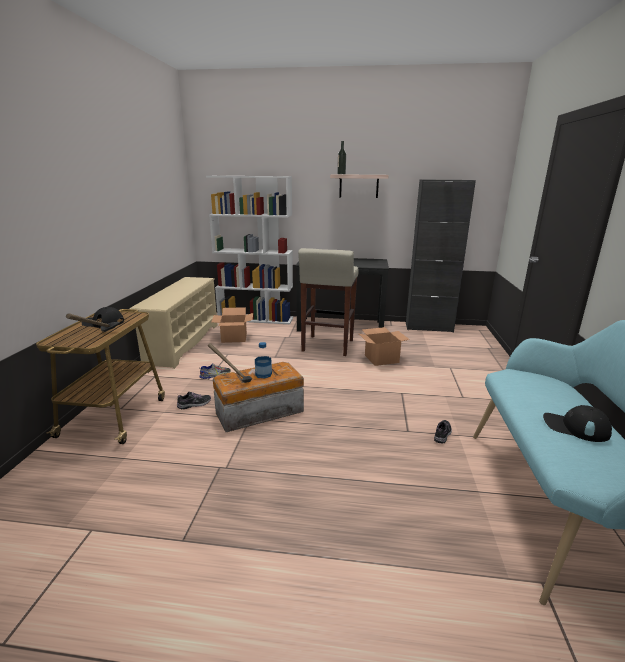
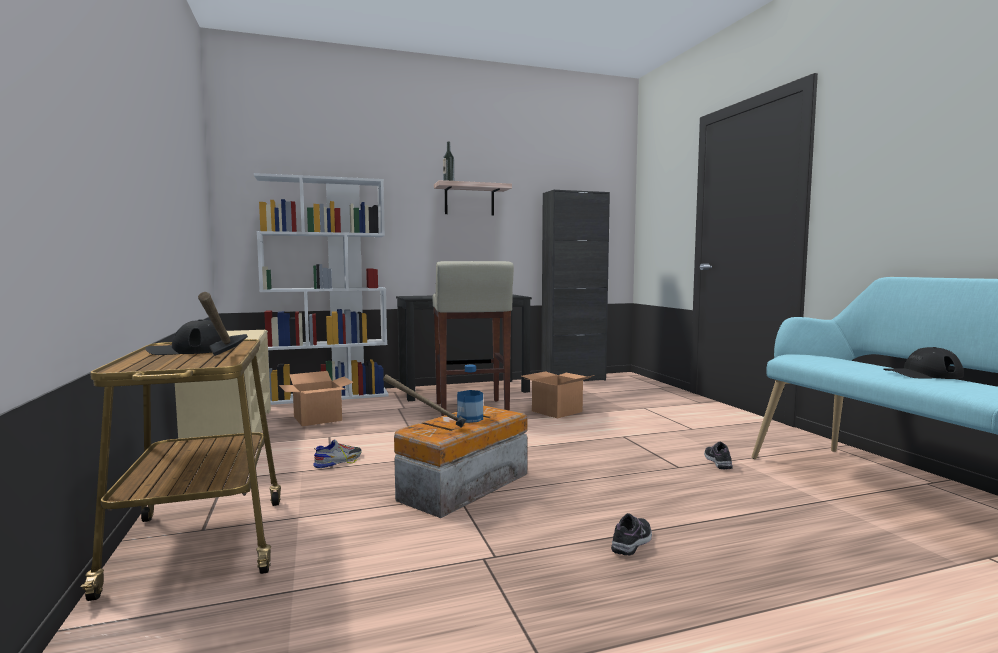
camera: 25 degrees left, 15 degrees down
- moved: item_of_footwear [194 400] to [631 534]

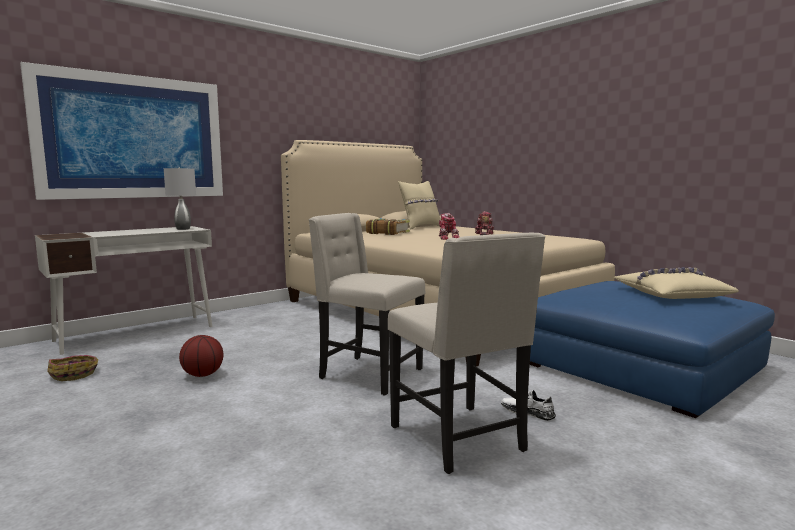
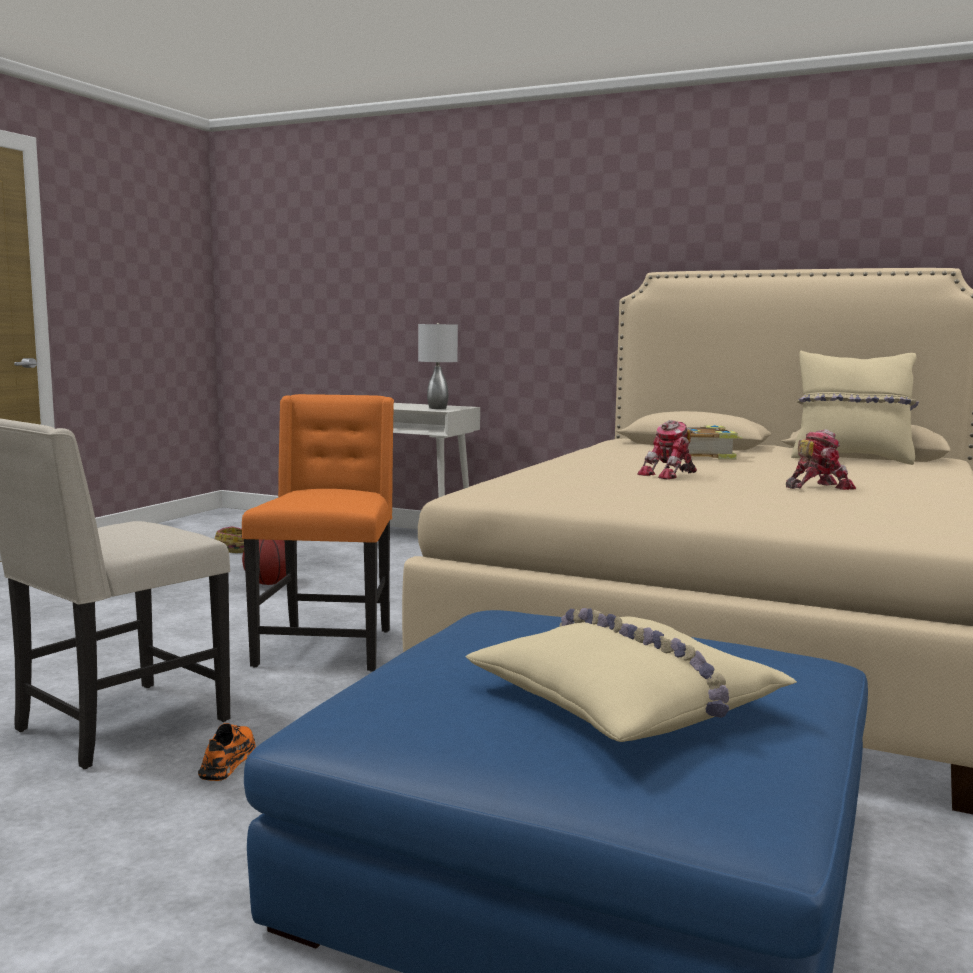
camera: 65 degrees right, 0 degrees up
- removed: wall_picture [121 131]
- recoloured: beige_plain_chair [367 304] to orange-coloured_plain_chair [318 533]
- recoloured: white_item_of_footwear [528 405] to orange-coloured_item_of_footwear [227 751]

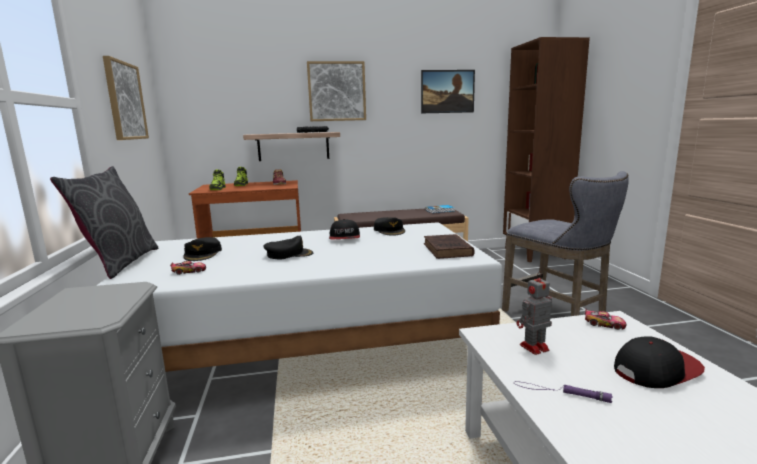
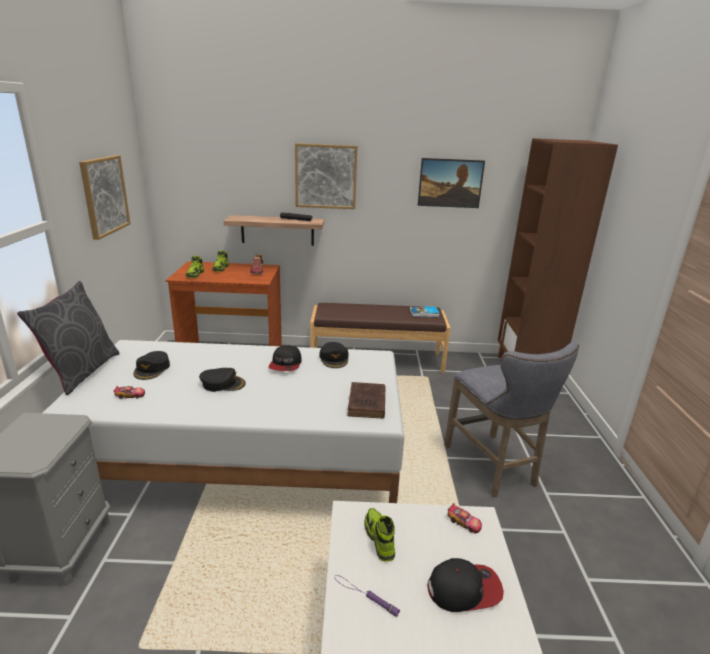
camera: 10 degrees right, 10 degrees up
- replaced: toy_robot [534 313] to item_of_footwear [379 534]

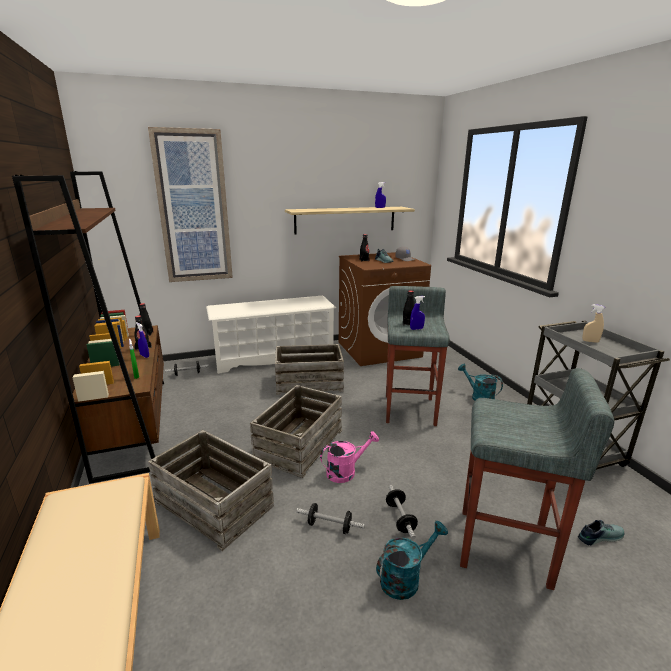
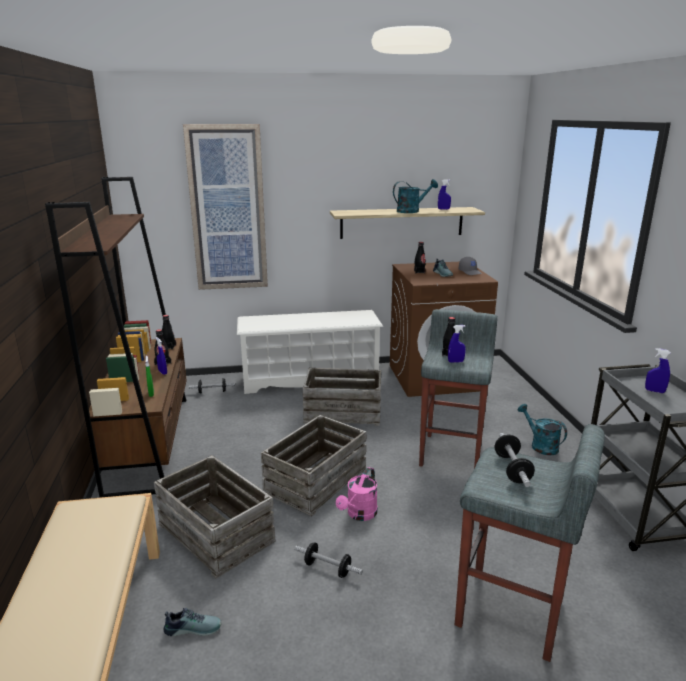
camera: 10 degrees right, 0 degrees up
- turned: pinkish_watering_can [349 457] = [357 494] 135 degrees clockwise
- moved: turquoise_watering_can [412 560] to [415 196]
- moved: hand_weight [402 512] to [514 460]
- moved: item_of_footwear [601 533] to [192 622]
- recoloured: beige_spray_bottle [593 323] to bluish_spray_bottle [658 370]

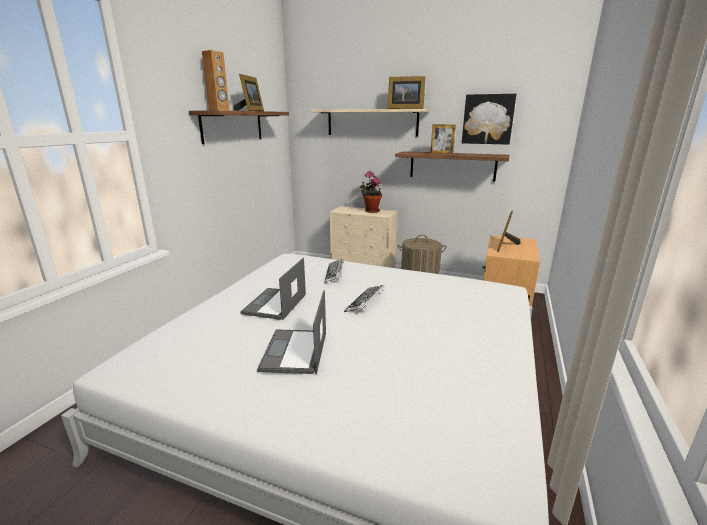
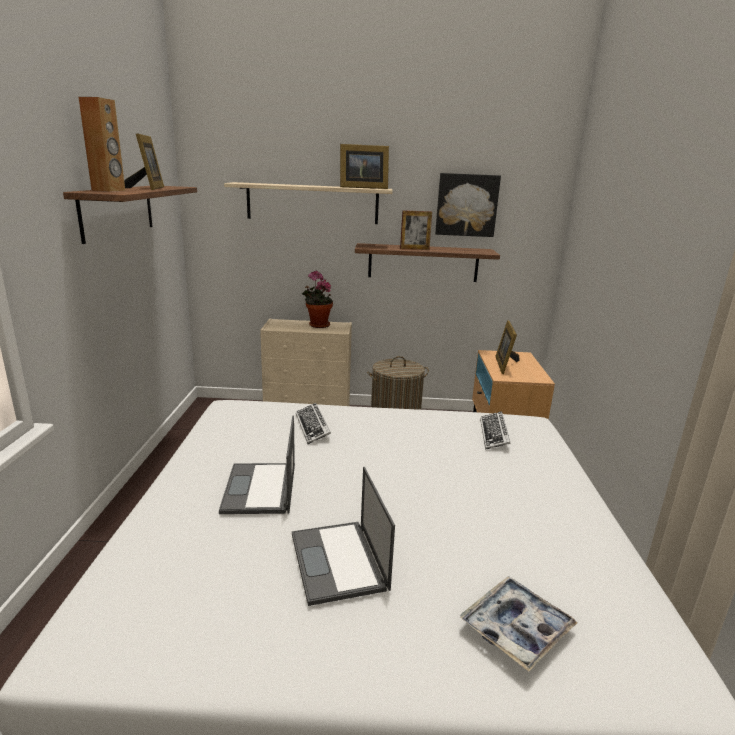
camera: 20 degrees left, 0 degrees up
- moved: keyboard [364 298] to [495 431]
- added: serving_tray [519 623]

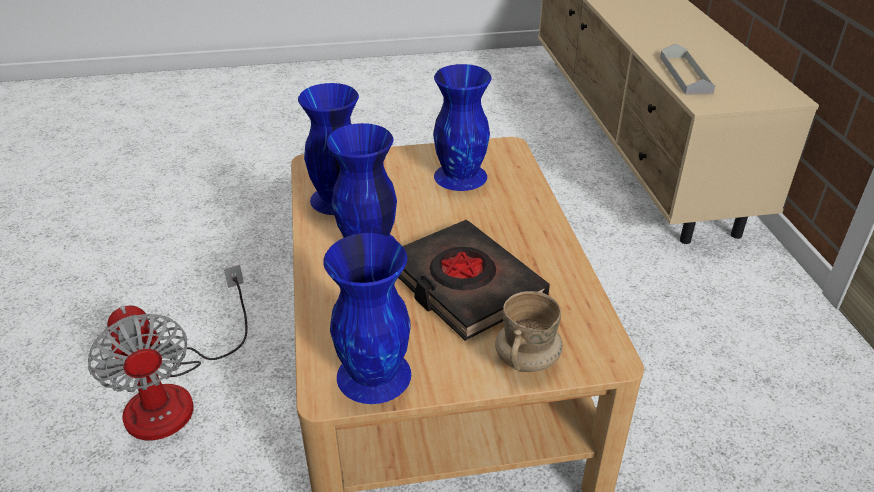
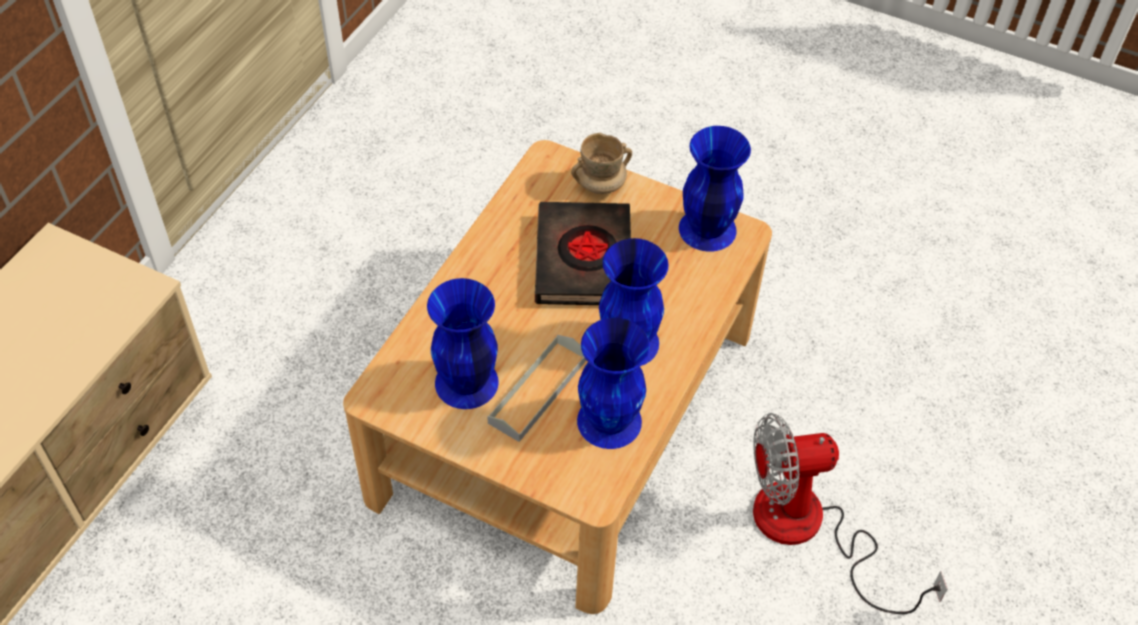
camera: 145 degrees left, 15 degrees up
- turned: fan [167 352] = [850 513] 105 degrees counterclockwise
- moved: grey_serving_tray [688 69] to [537 388]

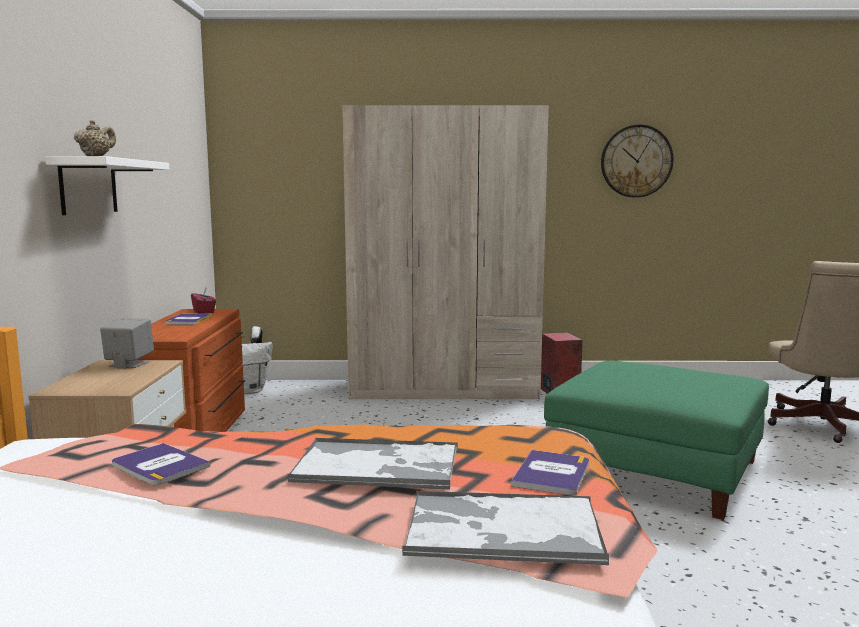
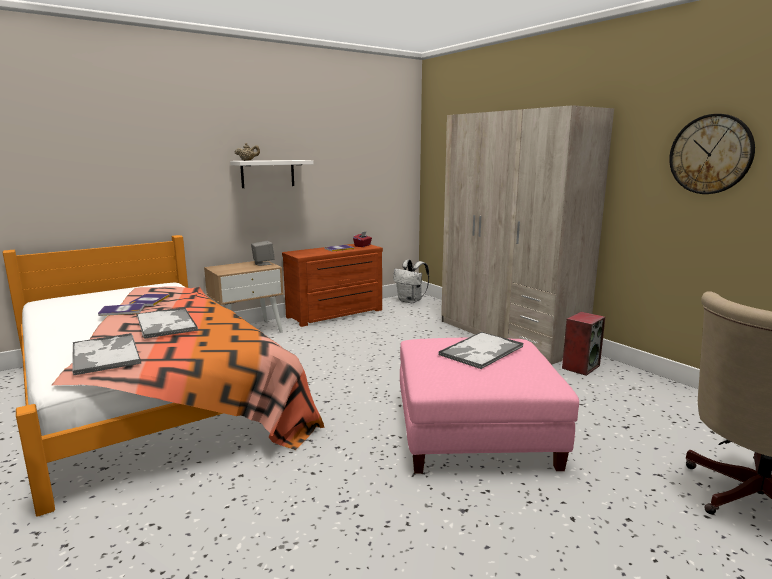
camera: 55 degrees right, 5 degrees up
- moved: book [550 472] to [121 309]
- recoloured: greenish_pouffe [656 440] to pinkish_pouffe [489 406]
- added: serving_tray [481 350]

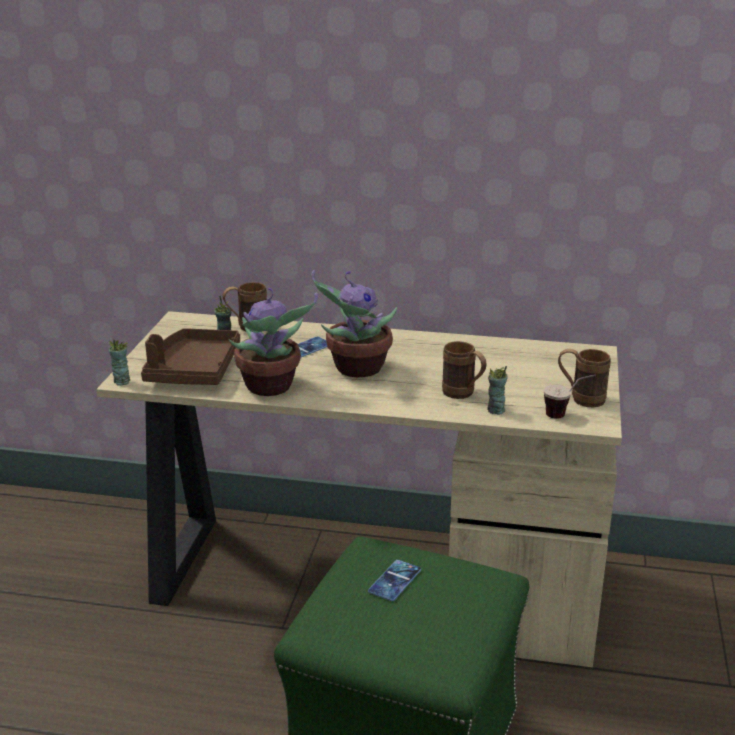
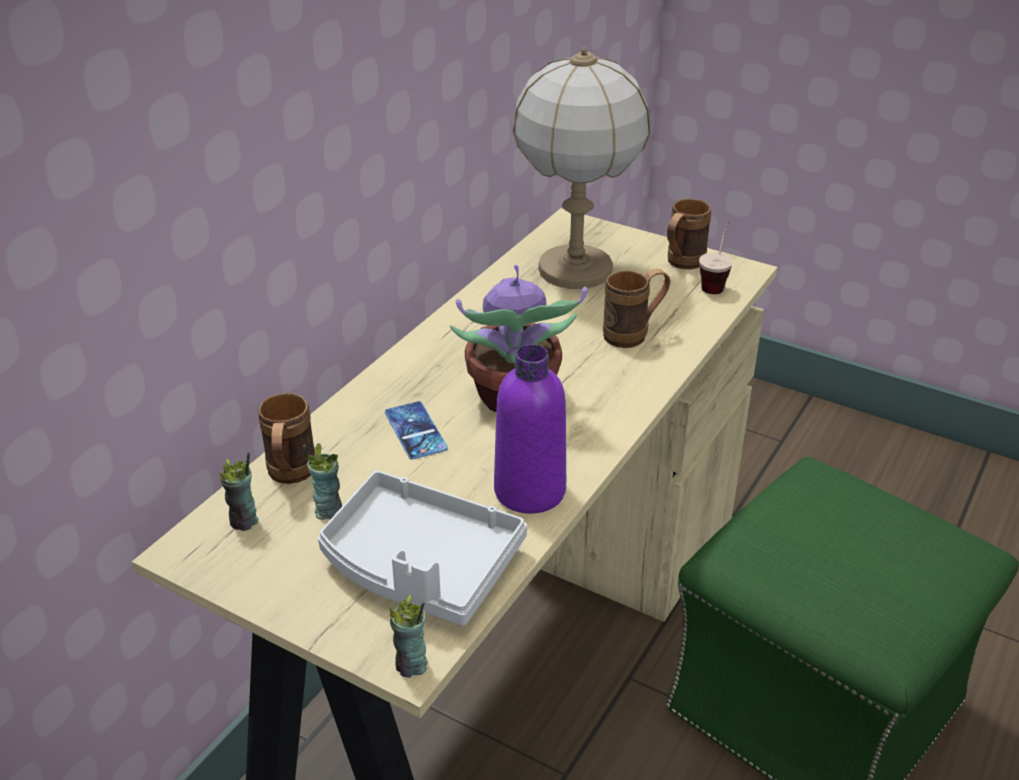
camera: 70 degrees left, 10 degrees up
- recoloured: brown_serving_tray [190 356] to grey_serving_tray [422 548]
- replaced: potted_plant [273 342] to purplish_drink_bottle [530 429]
- removed: handset [394 580]
- moved: small_cup [497 390] to [238 491]
- added: table_lamp [581 168]

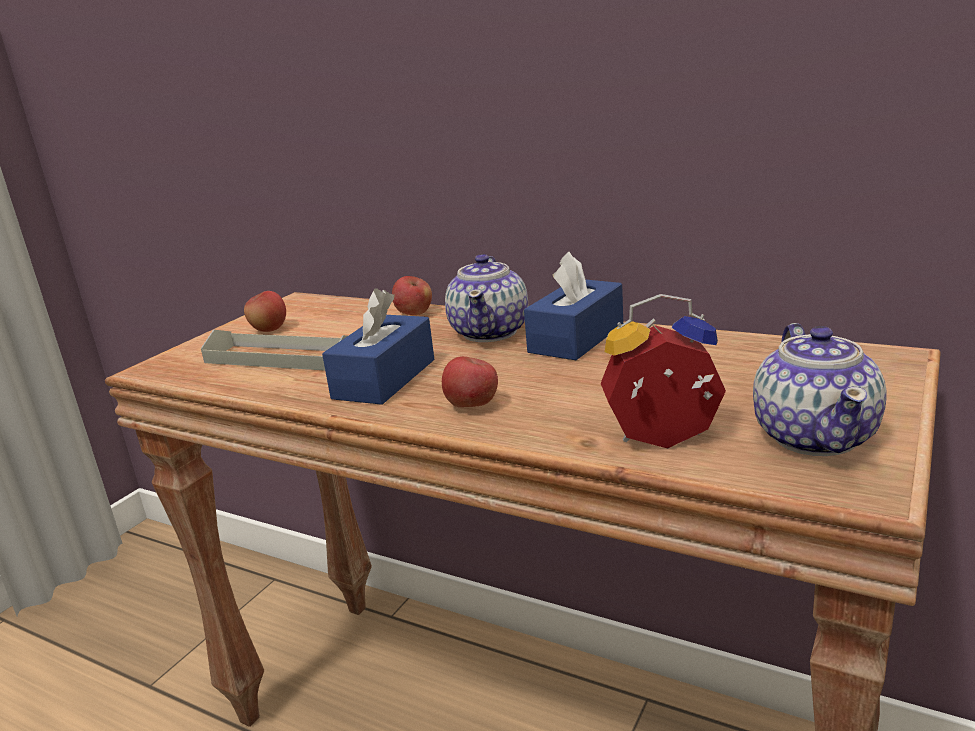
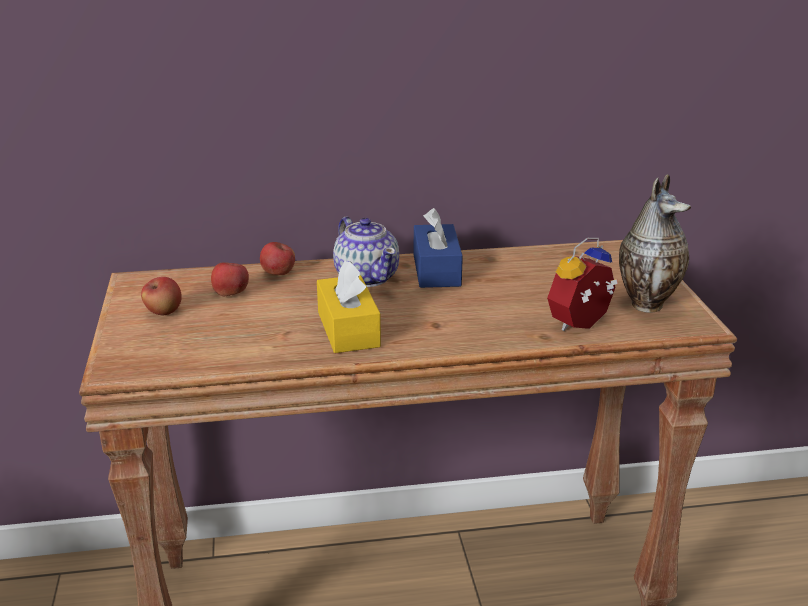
camera: 40 degrees left, 5 degrees up
- removed: grey_serving_tray [274 350]
- recoloured: bluish_box_of_tissues [378 347] to yellow-coloured_box_of_tissues [349 307]
- moved: apple [470 381] to [230 279]
- replaced: tea_pot [819 389] to flower_vase [655 243]

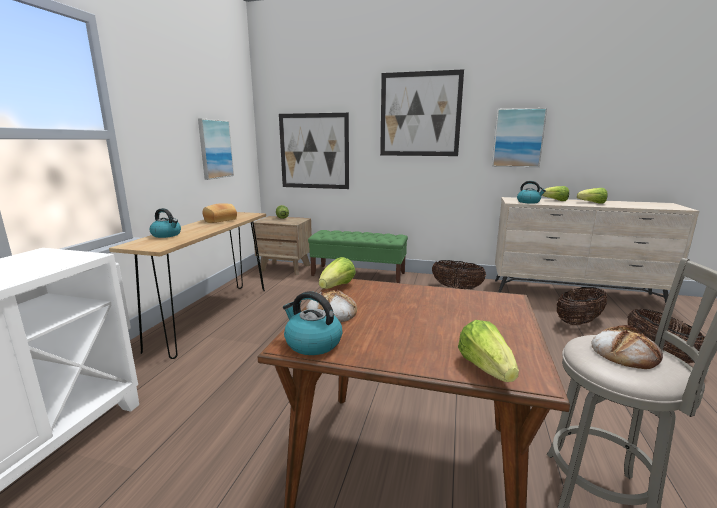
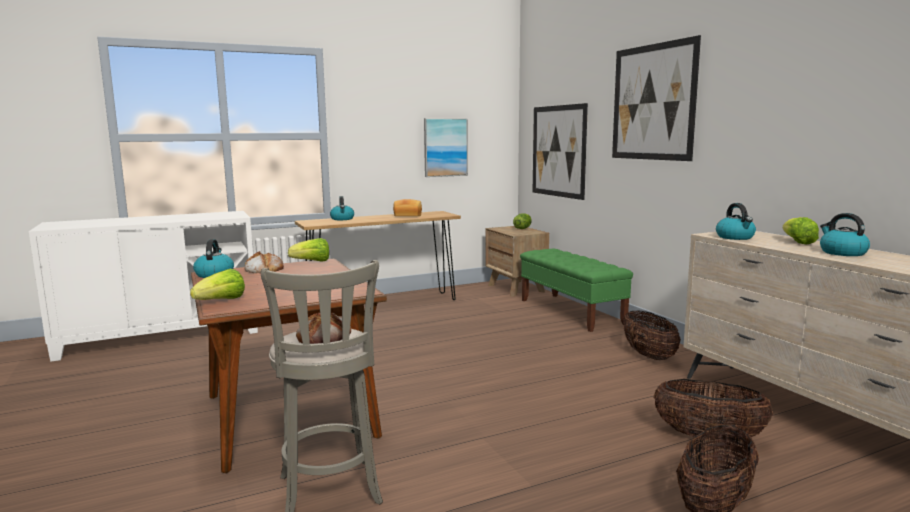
camera: 50 degrees right, 5 degrees down
- removed: wall_picture [519 137]
- replaced: head_of_lettuce [592 196] to water_kettle [845 234]

